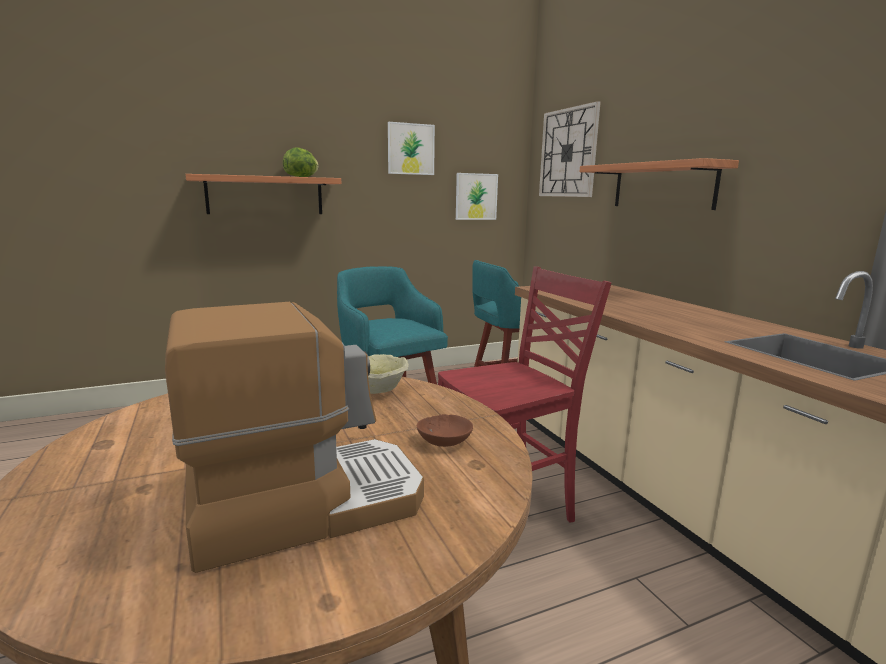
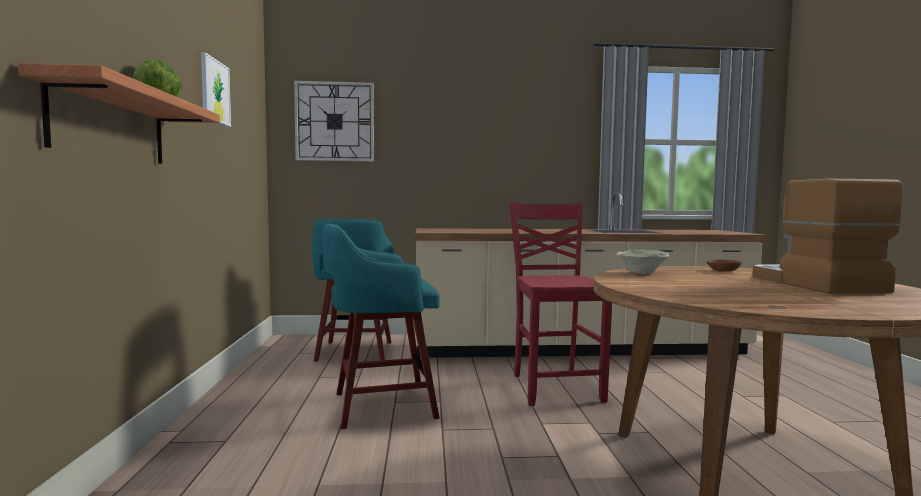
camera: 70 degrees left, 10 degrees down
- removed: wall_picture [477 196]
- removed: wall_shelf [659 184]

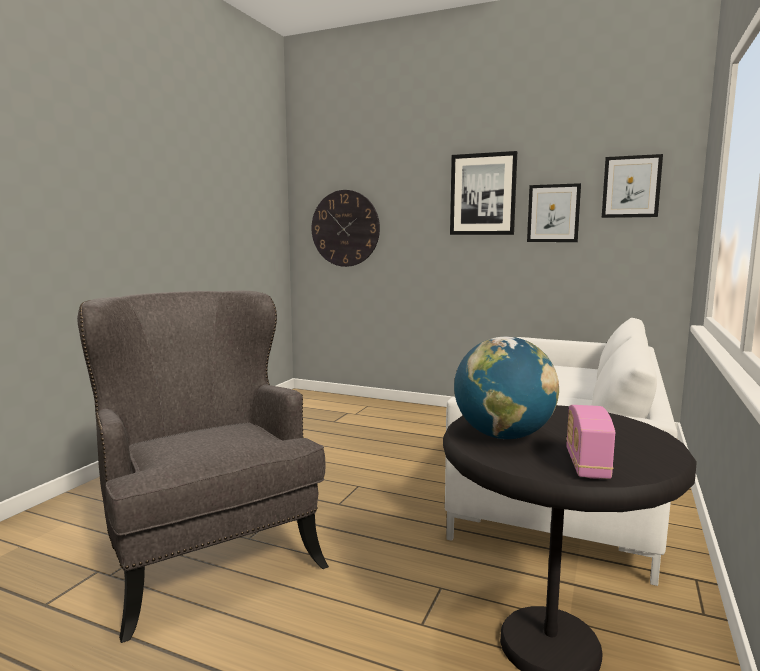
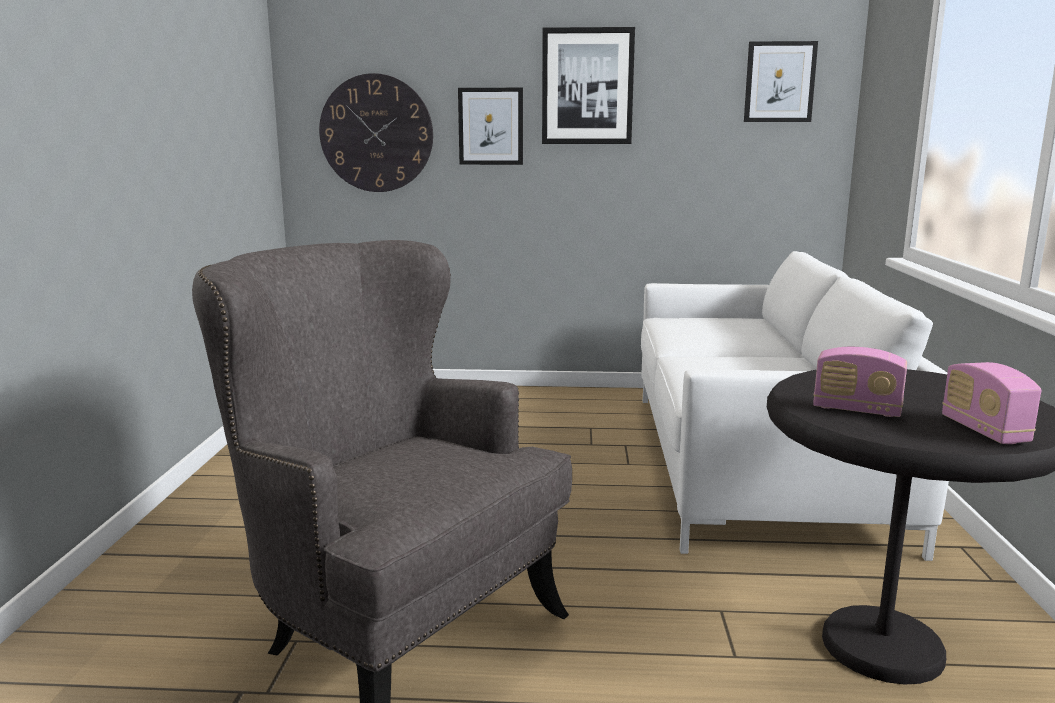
camera: 20 degrees left, 5 degrees up
- replaced: desk_globe [506 387] to radio [860 382]
- moved: wall_picture [554 212] to [490 126]

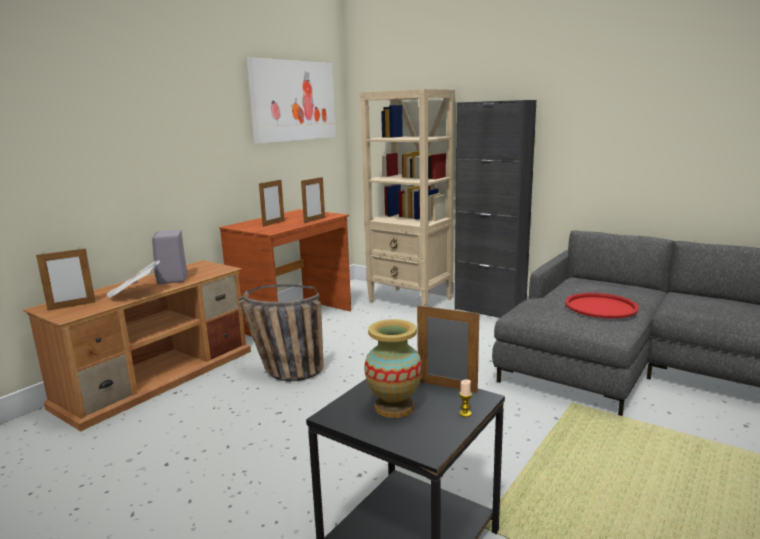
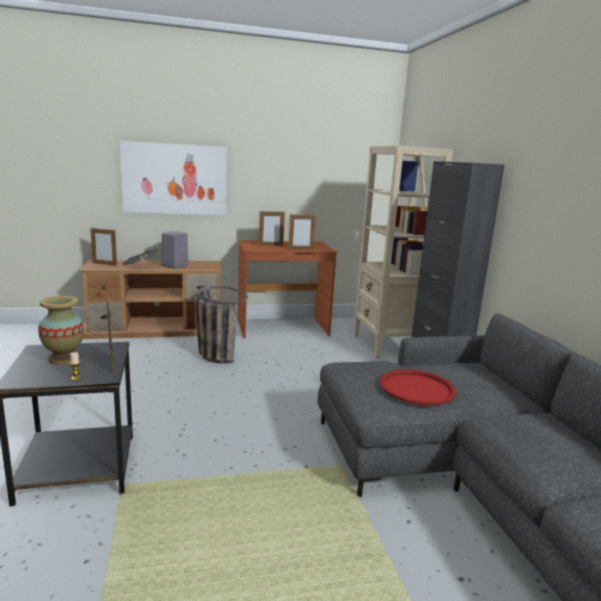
camera: 40 degrees right, 0 degrees up
- moved: wall_picture [291 100] to [173 178]

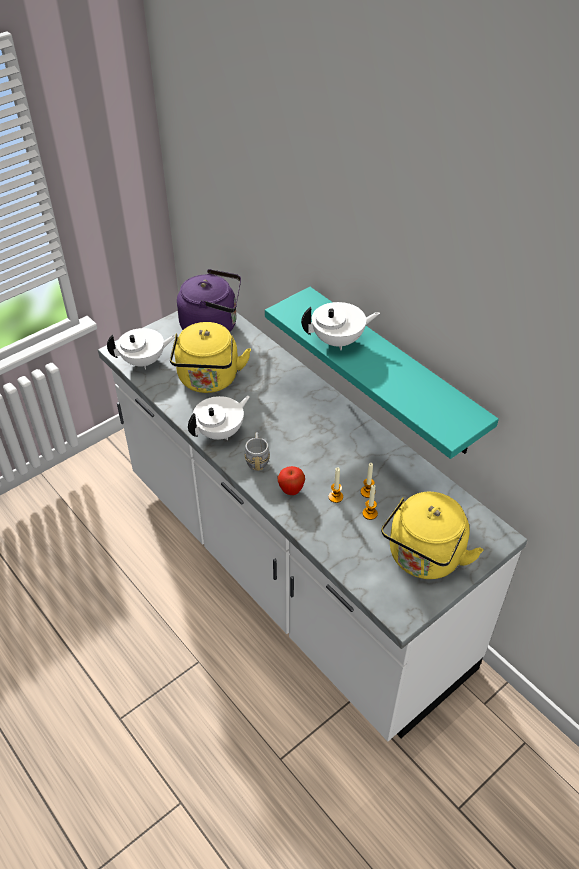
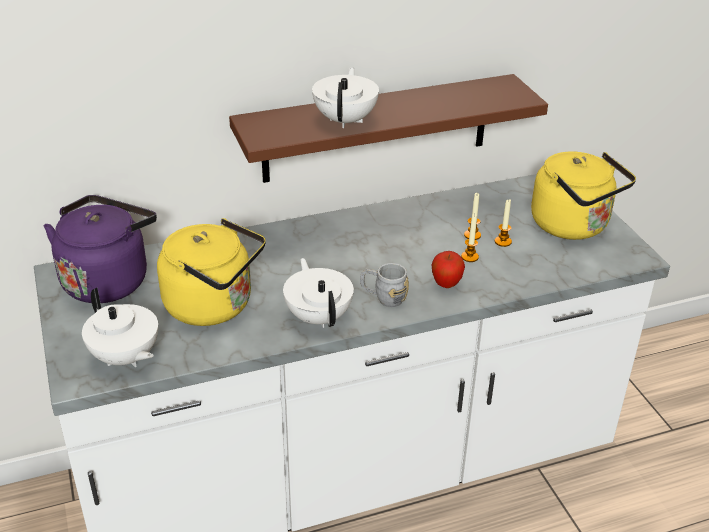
camera: 70 degrees left, 10 degrees down
- turned: white_tea_pot [141 349] = [120 327] 135 degrees clockwise
- recoloured: turquoise_wall_shelf [382 373] to brown_wall_shelf [388 128]

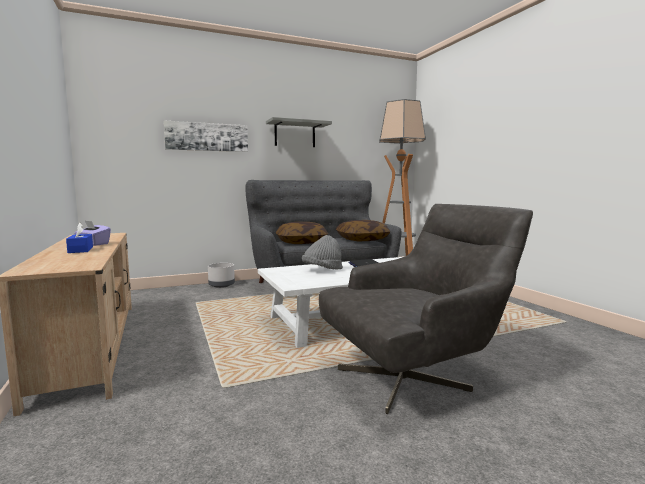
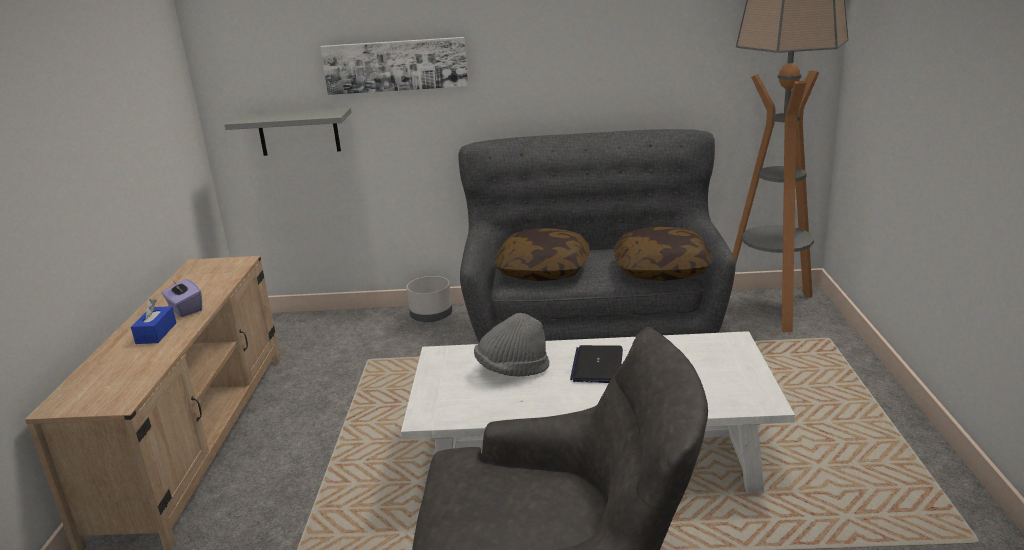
camera: 25 degrees right, 15 degrees up
- moved: grey_wall_shelf [299 132] to [287 131]

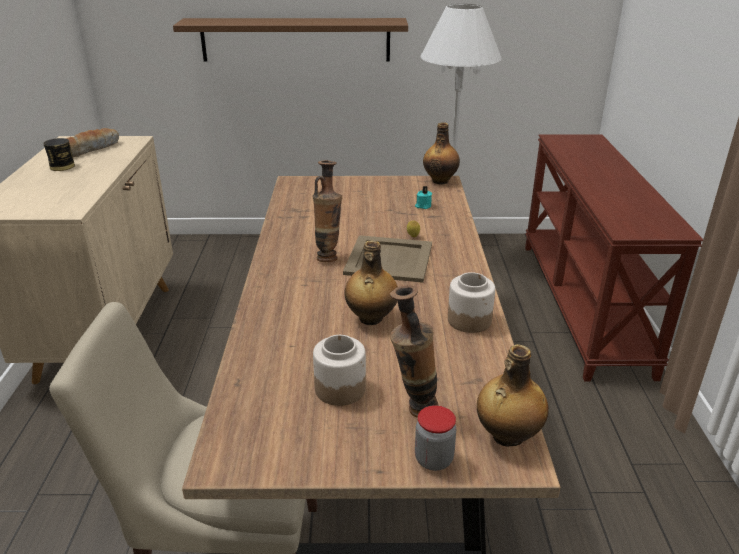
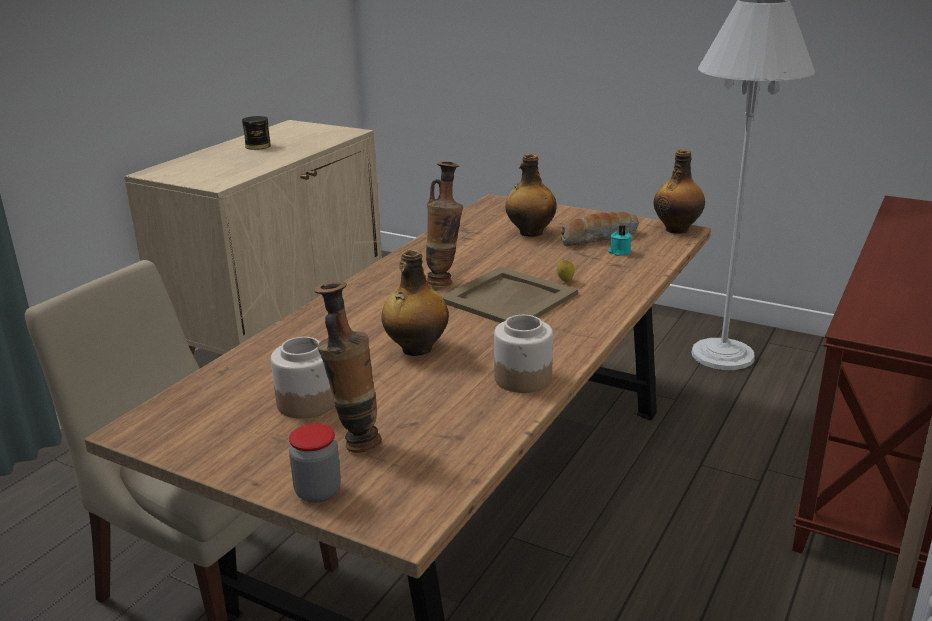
camera: 30 degrees right, 5 degrees down
- moved: bakery_bread [92 142] to [600 229]
- removed: brown_wall_shelf [290 40]
- moved: drink_bottle [513 395] to [531 195]

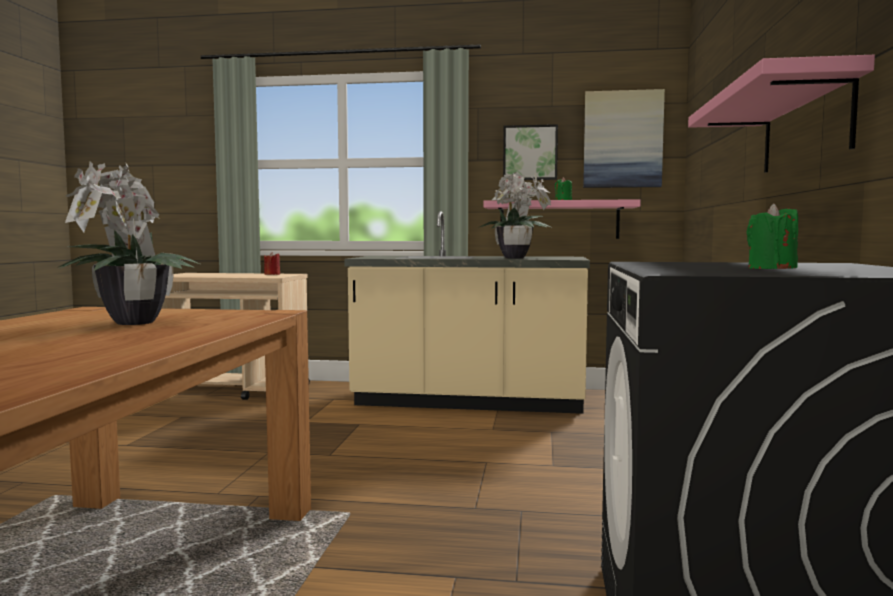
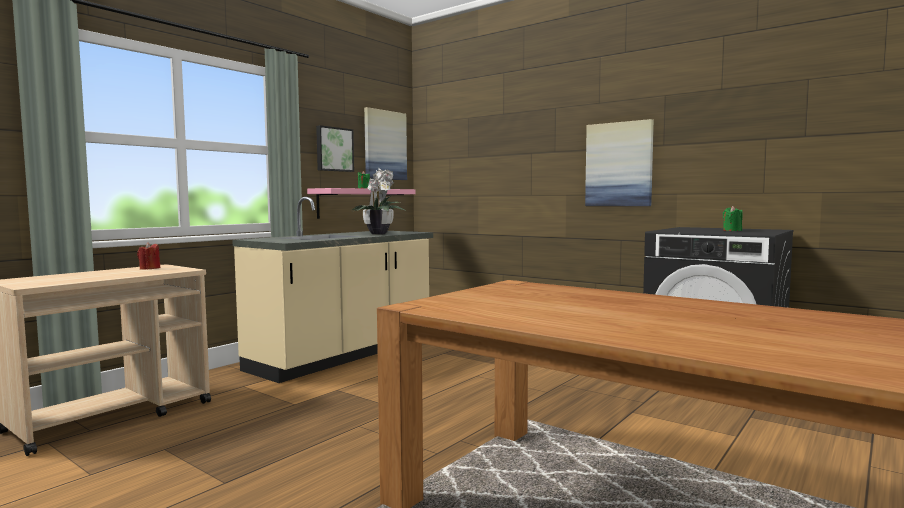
camera: 60 degrees left, 0 degrees up
- removed: potted_plant [129 243]
- replaced: pinkish_wall_shelf [781 114] to wall_picture [619 162]

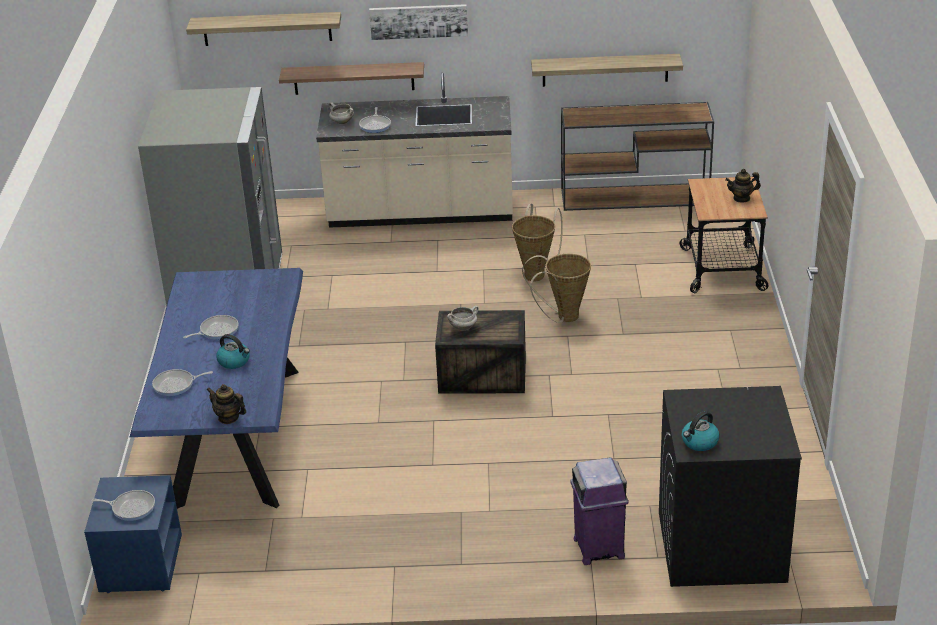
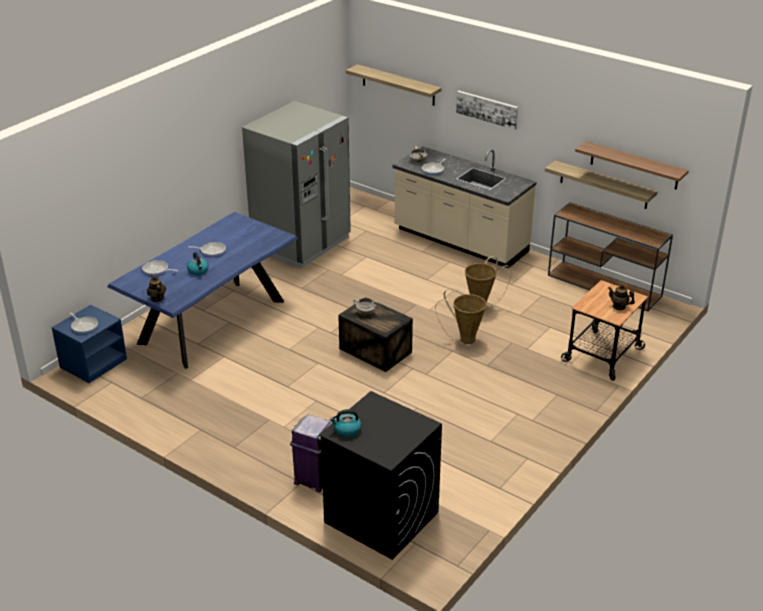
camera: 35 degrees right, 0 degrees up
- moved: wall_shelf [351 78] to [632 165]

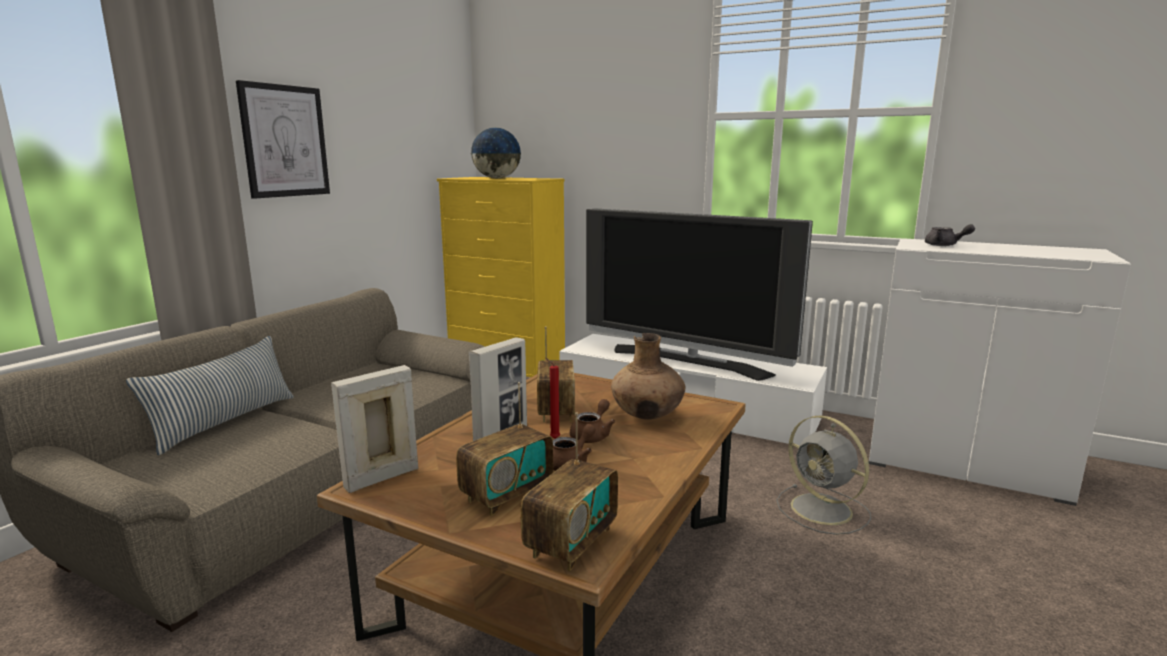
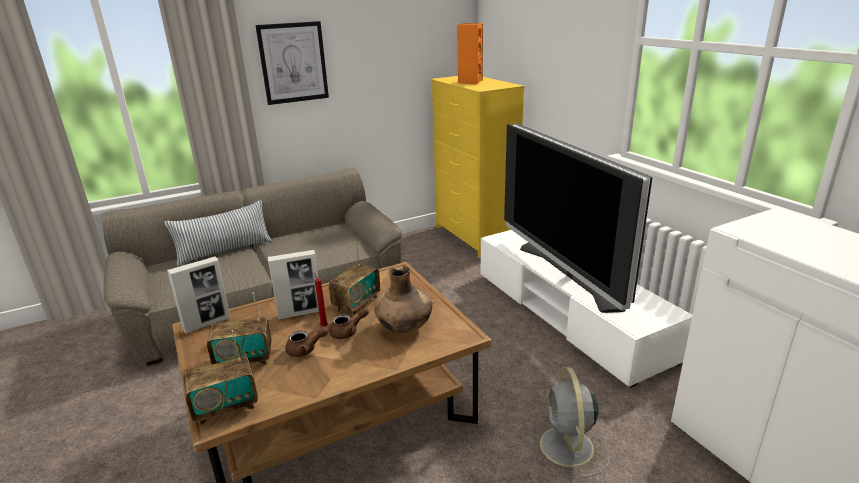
camera: 35 degrees right, 10 degrees up
- turned: photo_frame [375 429] = [199 295] 150 degrees clockwise
- replaced: desk_globe [495 153] to orange-coloured_speaker [470 54]
- removed: grey_tea_pot [950 235]

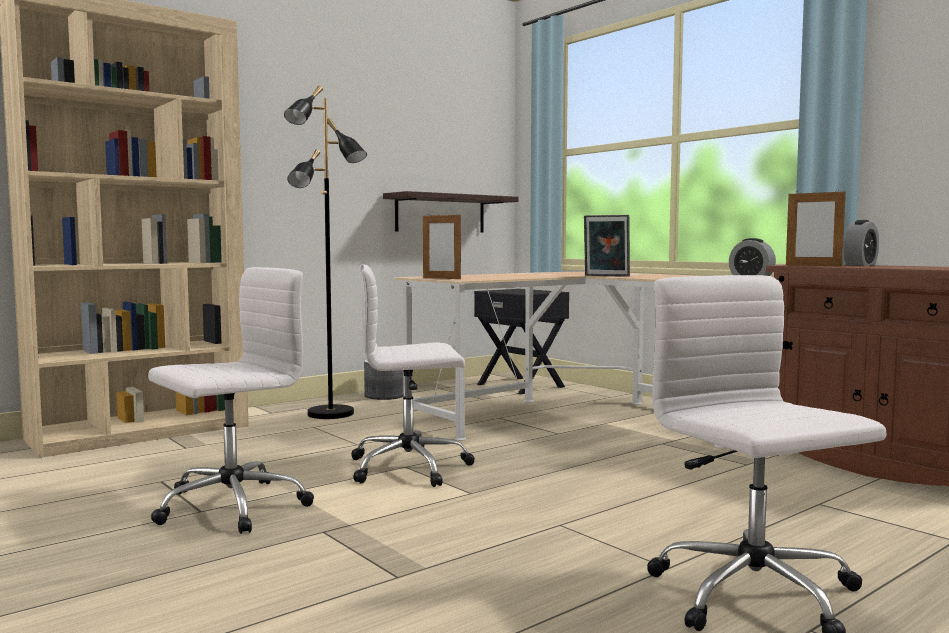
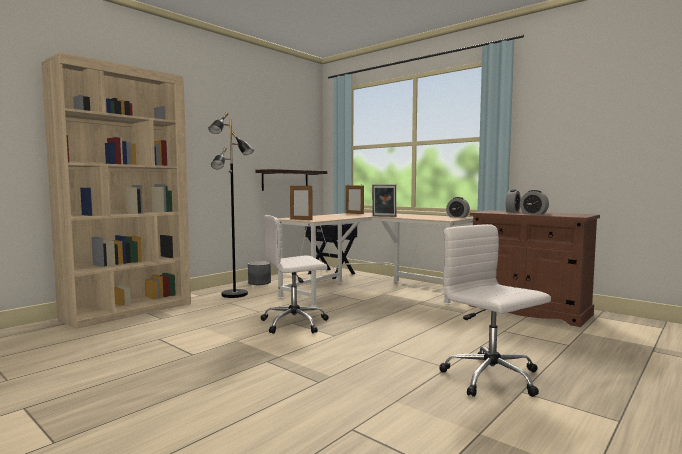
camera: 10 degrees left, 0 degrees up
- removed: white_office_chair [231 400]
- moved: photo_frame [816 227] to [354 200]
- added: alarm_clock [534 202]

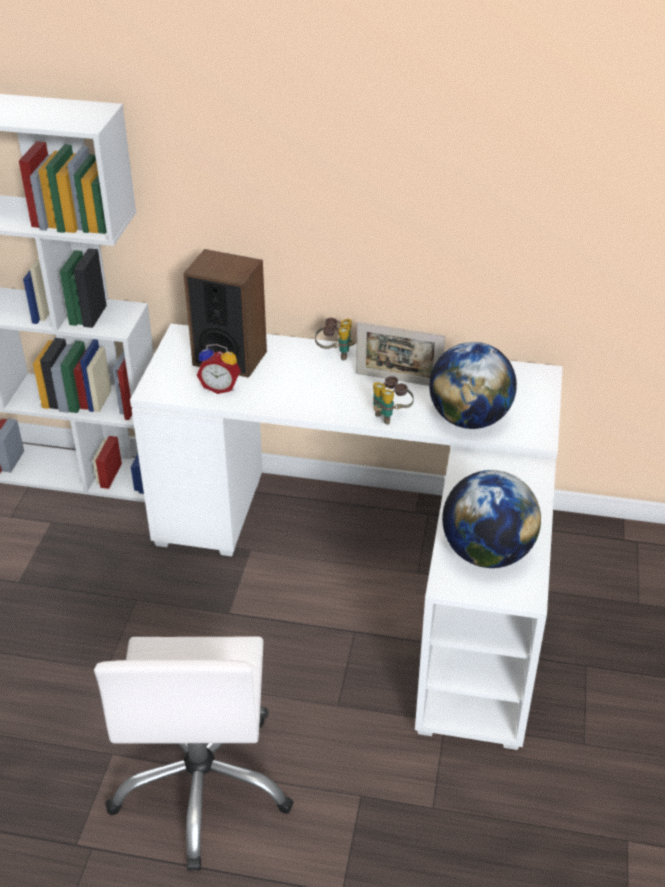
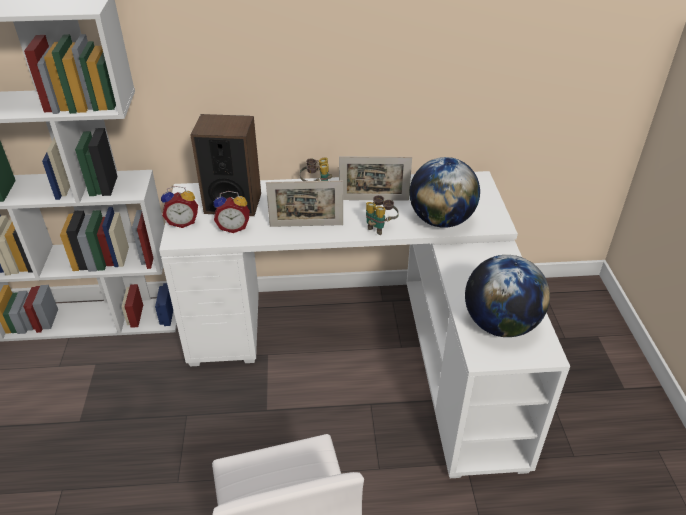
camera: 15 degrees left, 0 degrees up
- added: alarm_clock [179 207]
- added: photo_frame [304 203]

